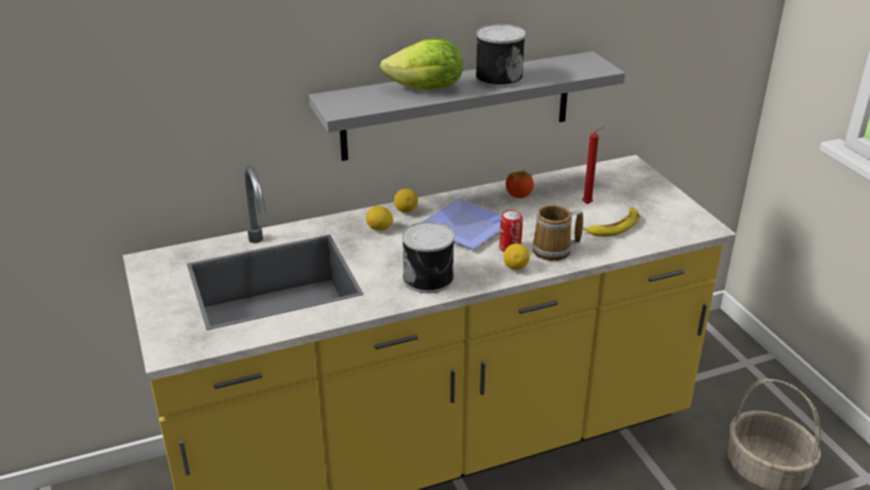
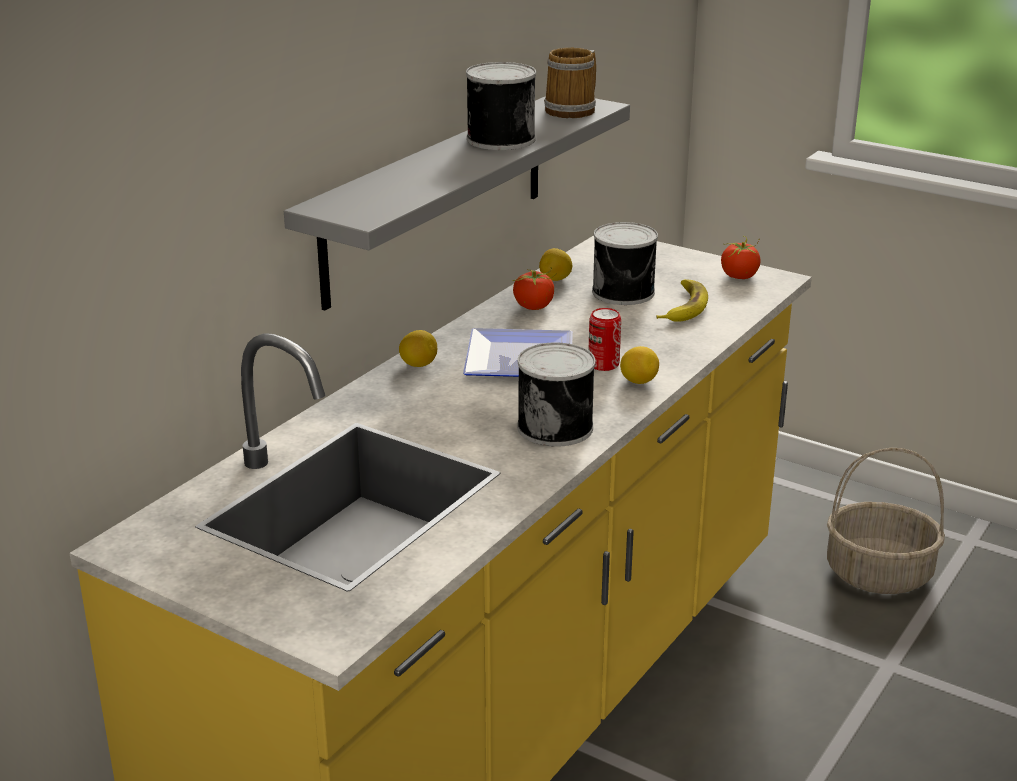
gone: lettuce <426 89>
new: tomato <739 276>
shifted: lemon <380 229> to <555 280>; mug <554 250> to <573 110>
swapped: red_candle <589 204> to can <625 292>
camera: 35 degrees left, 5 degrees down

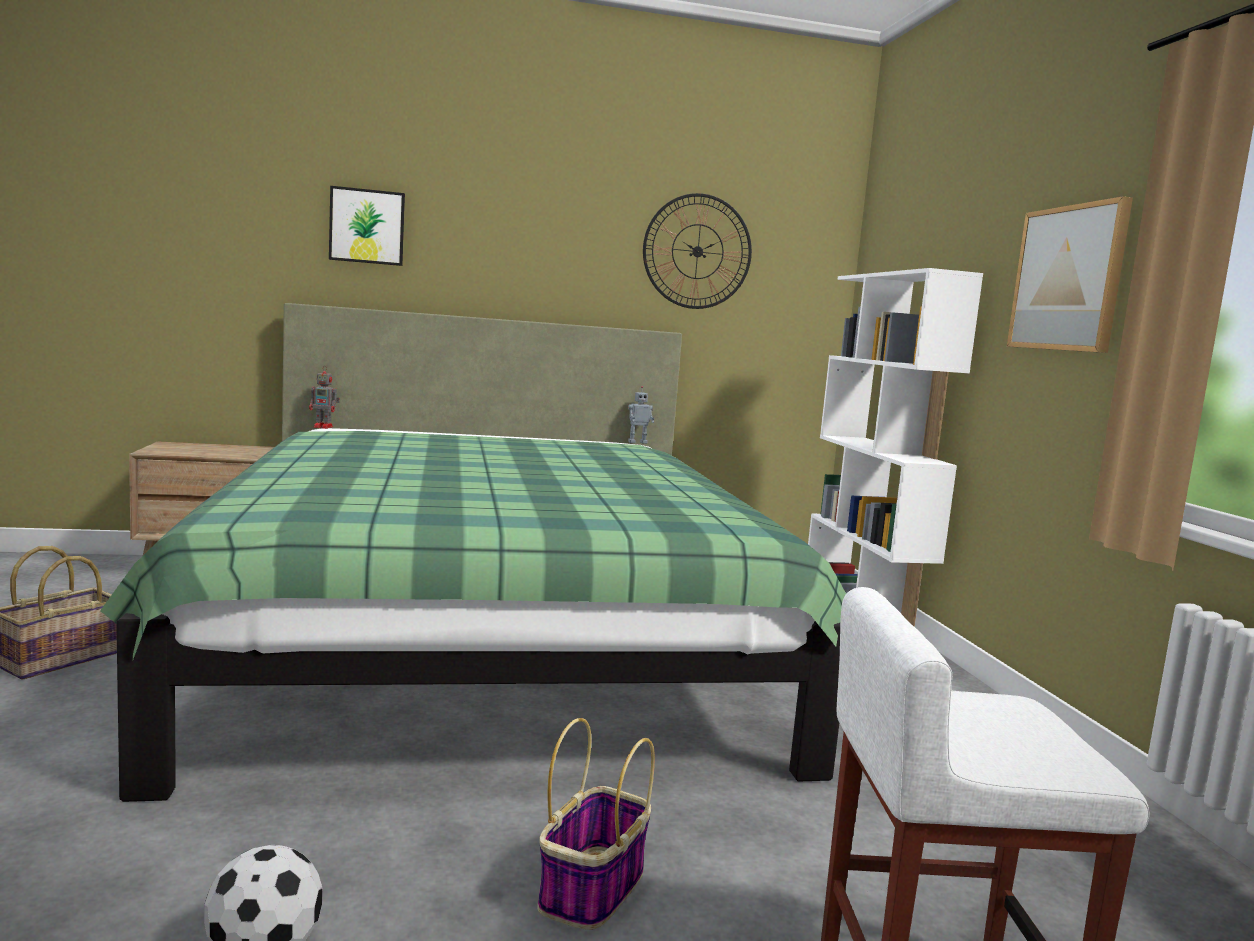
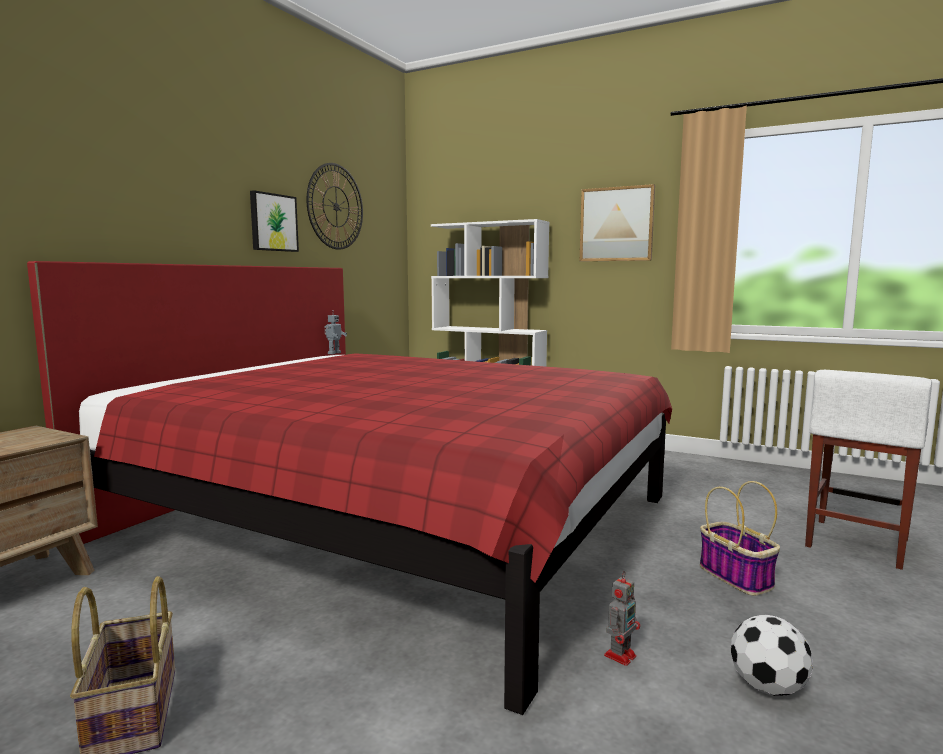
shifted: toy_robot <324 427> to <621 655>; picture <367 226> to <273 222>
repainted: green_bed <485 644> to red_bed <393 520>
camera: 50 degrees left, 0 degrees up

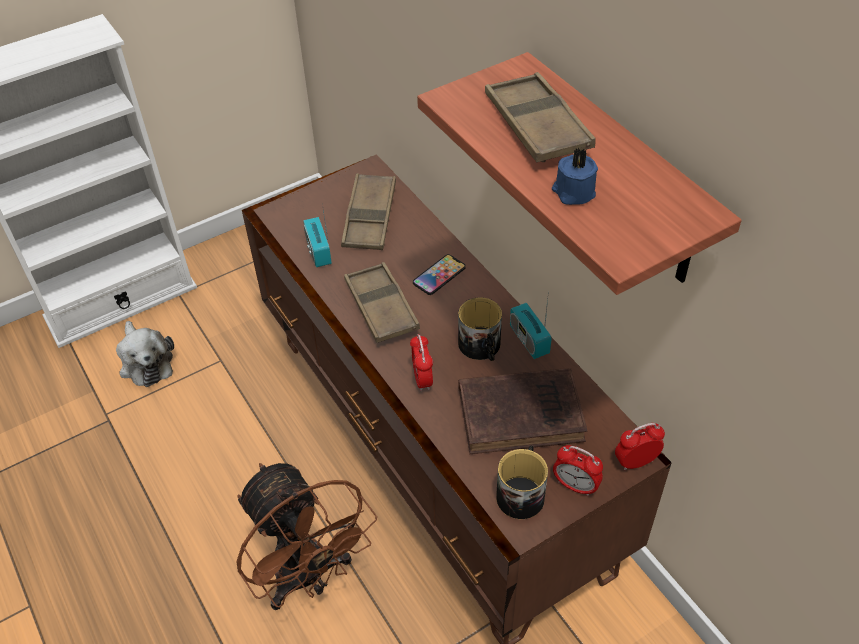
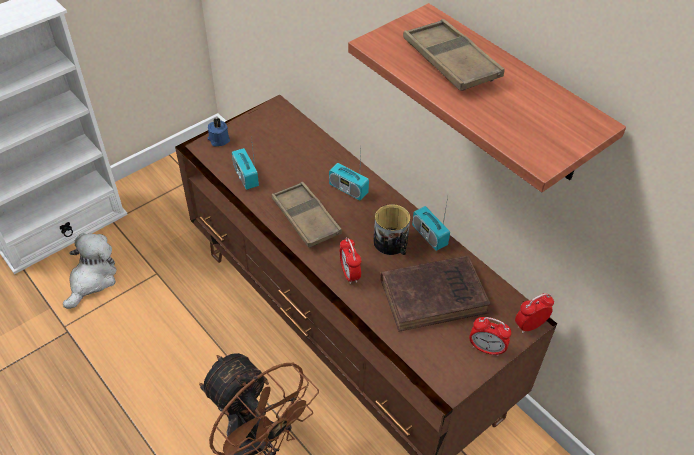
gone: brown_tray <369 217>; mug <522 492>
shifted: blue_candle <573 192> to <218 139>
swapped: phone <439 275> to radio <348 189>
rotated: plush_toy <145 362> = <92 279> 120 degrees counterclockwise
camera: 10 degrees left, 0 degrees up

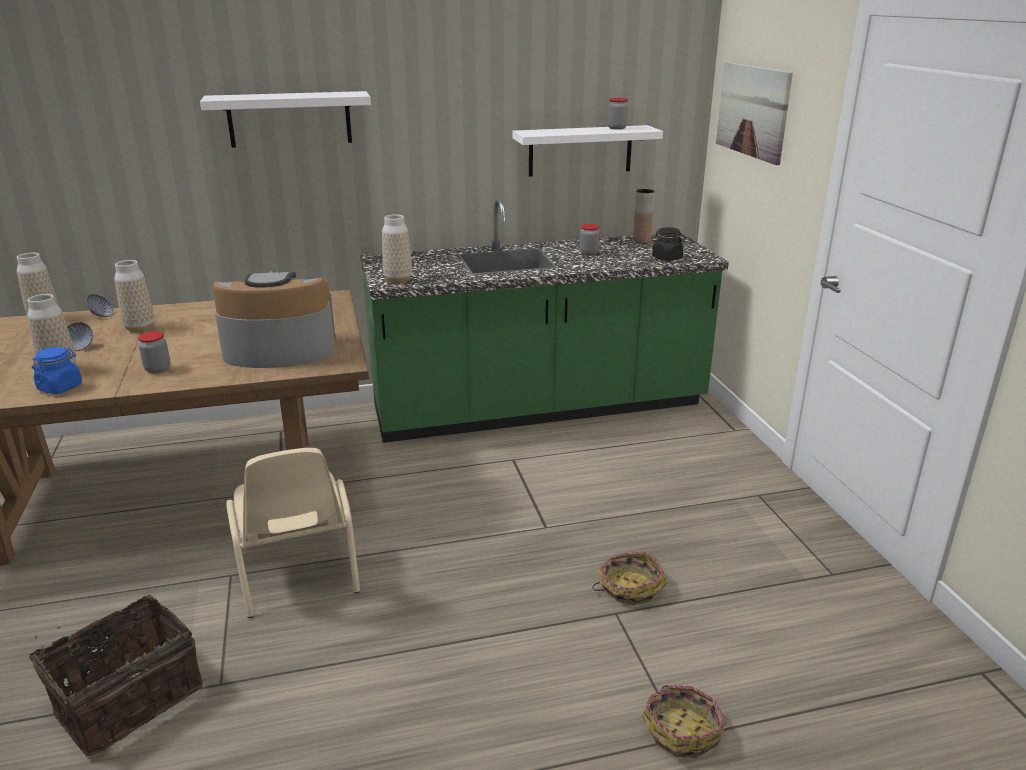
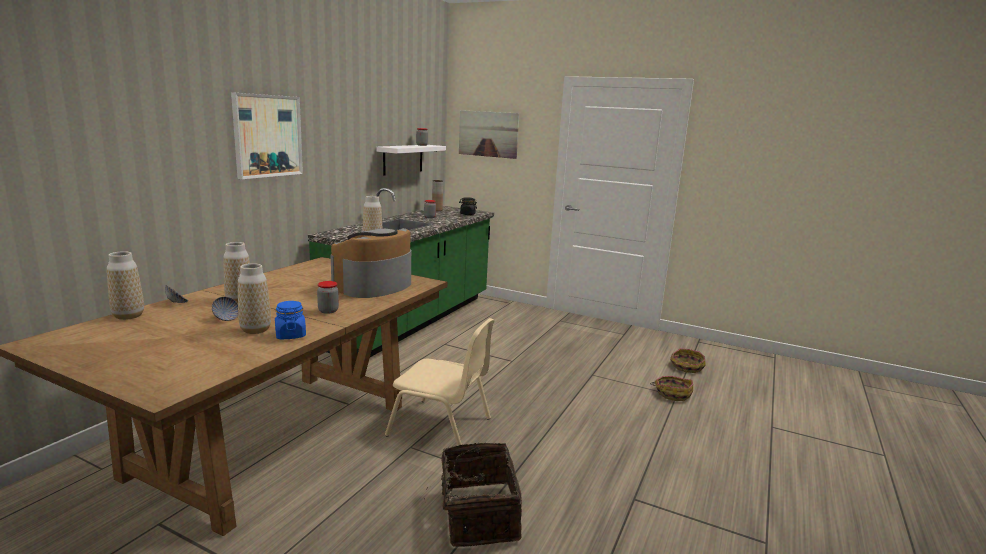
shifted: basket <629 587> to <686 367>
swapped: white_shelf <289 119> to picture <267 136>
camera: 50 degrees left, 10 degrees down

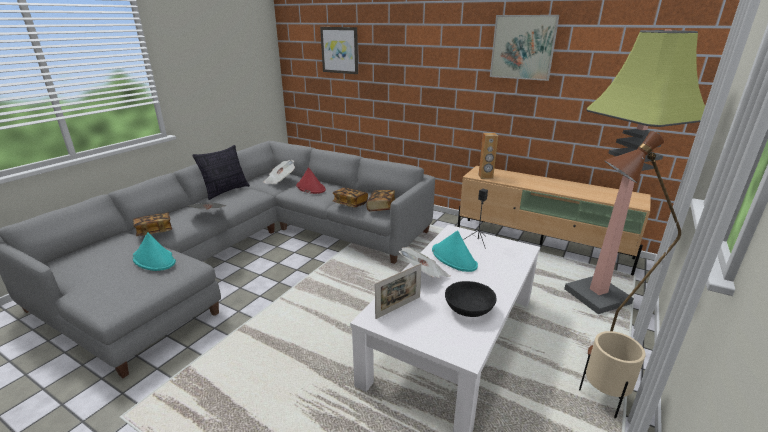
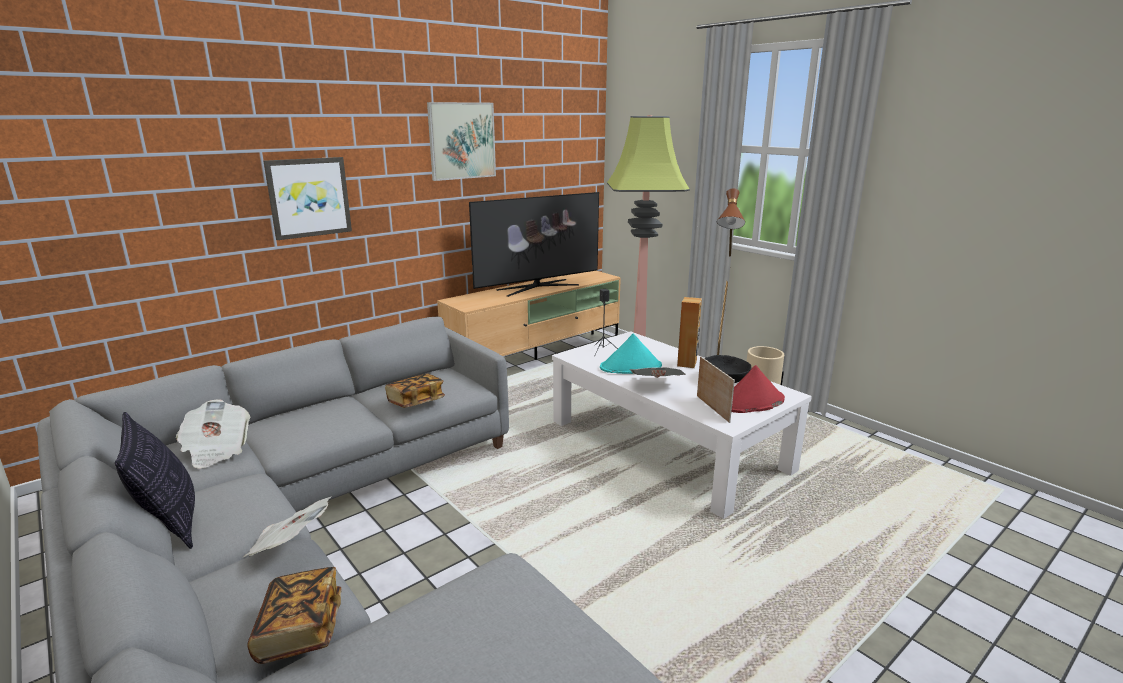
gone: turquoise_hat <154 259>; book <381 207>
new: television <537 287>
shifted: red_hat <310 188> to <751 402>; picture <340 50> to <309 197>; brown_speaker <485 177> to <687 364>
camera: 70 degrees left, 5 degrees down

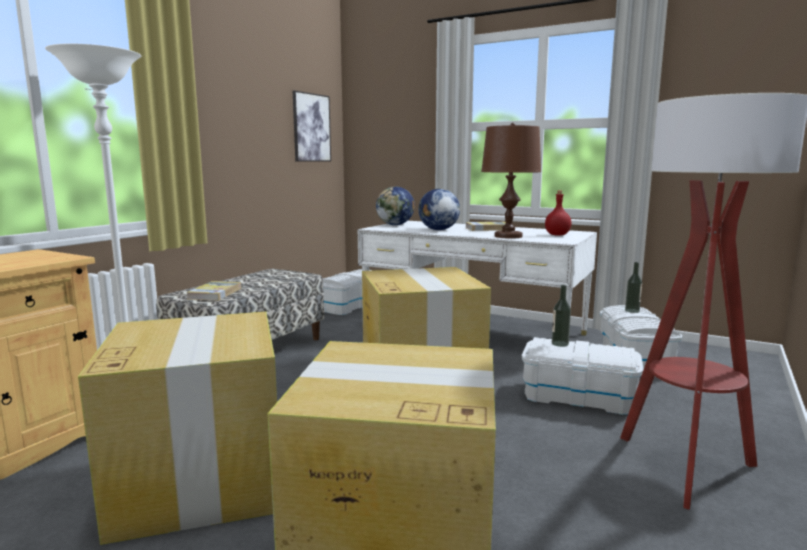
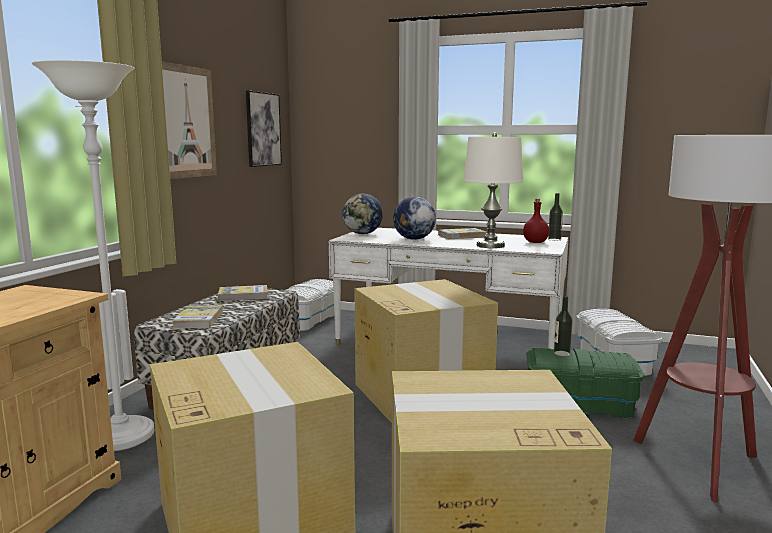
new: picture <186 122>; book <243 295>
shifted: bottle <632 311> to <554 239>
repainted: brown_table_lamp <508 236> to white_table_lamp <490 245>; white_storage_box <578 397> to green_storage_box <579 403>
camera: 10 degrees left, 0 degrees up

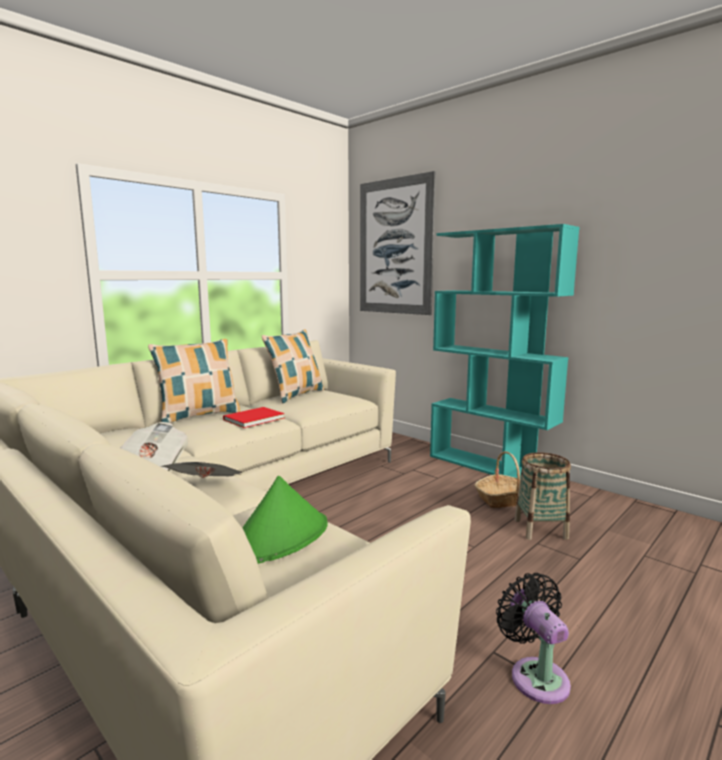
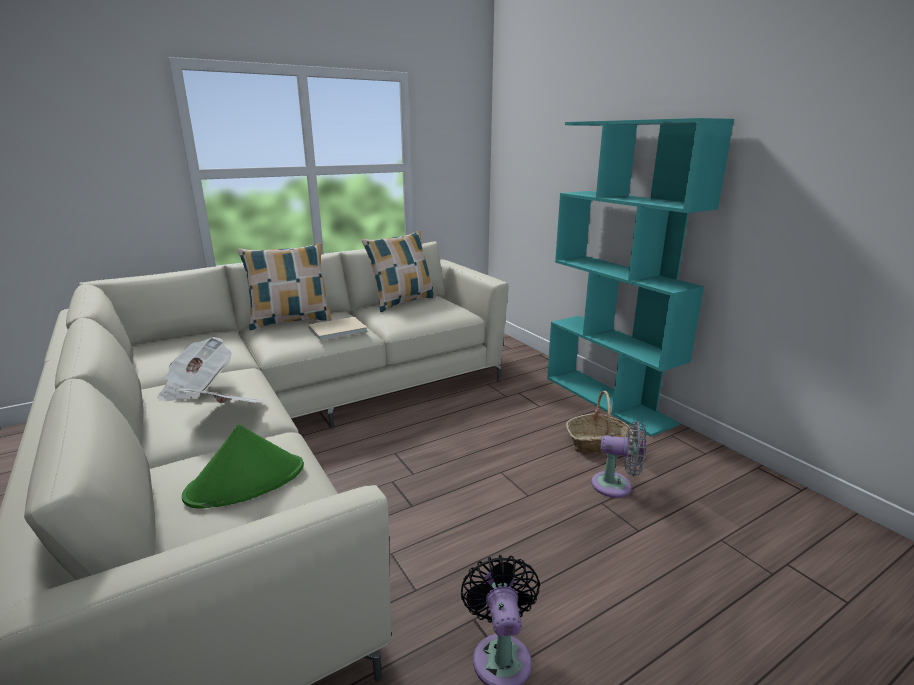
gone: picture <395 247>
swapped: basket <540 529> to grey_fan <616 486>
repainted: red_book <252 419> to beige_book <335 330>
camera: 15 degrees right, 10 degrees up

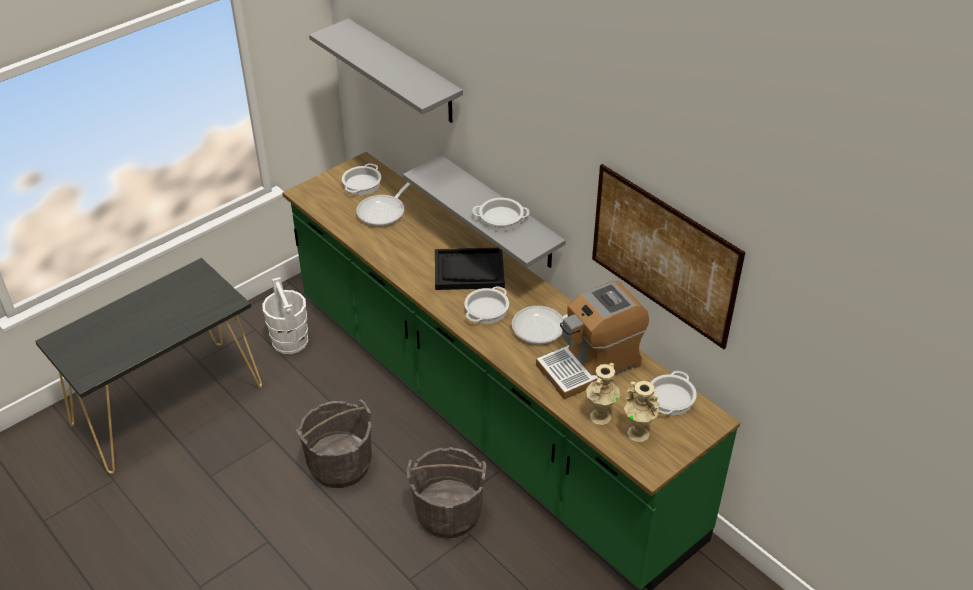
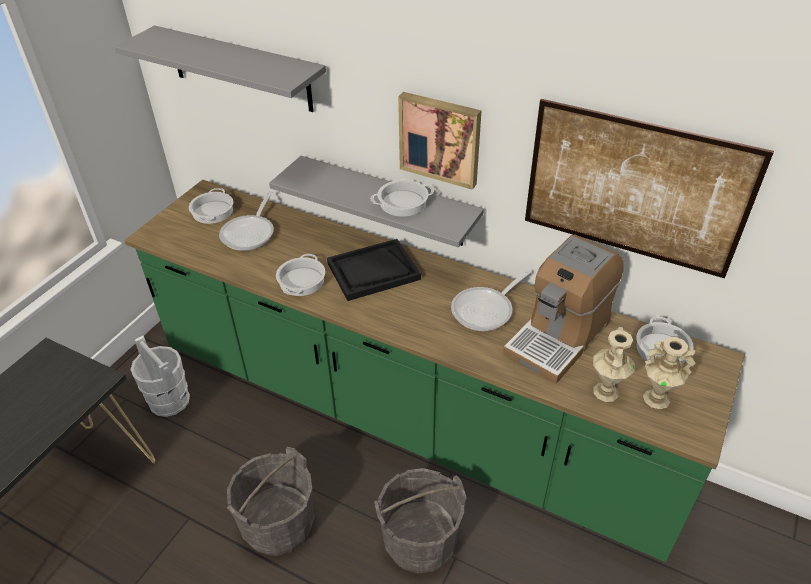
new: picture <440 138>
shifted: cooking_pot <486 309> to <301 280>
camera: 20 degrees left, 0 degrees up

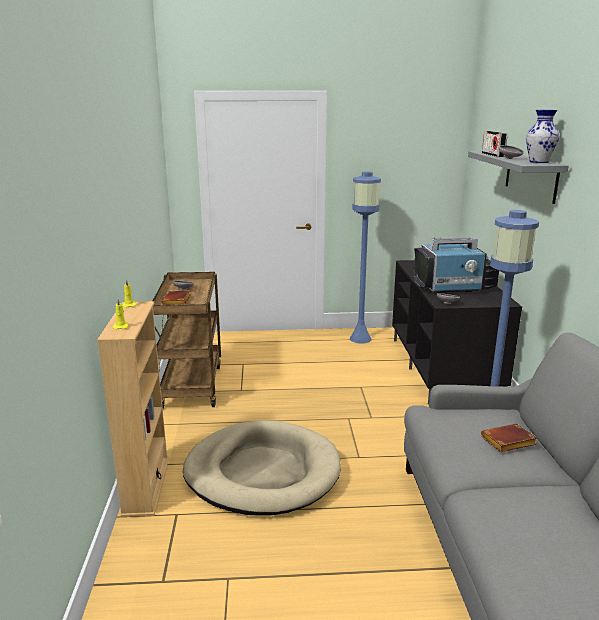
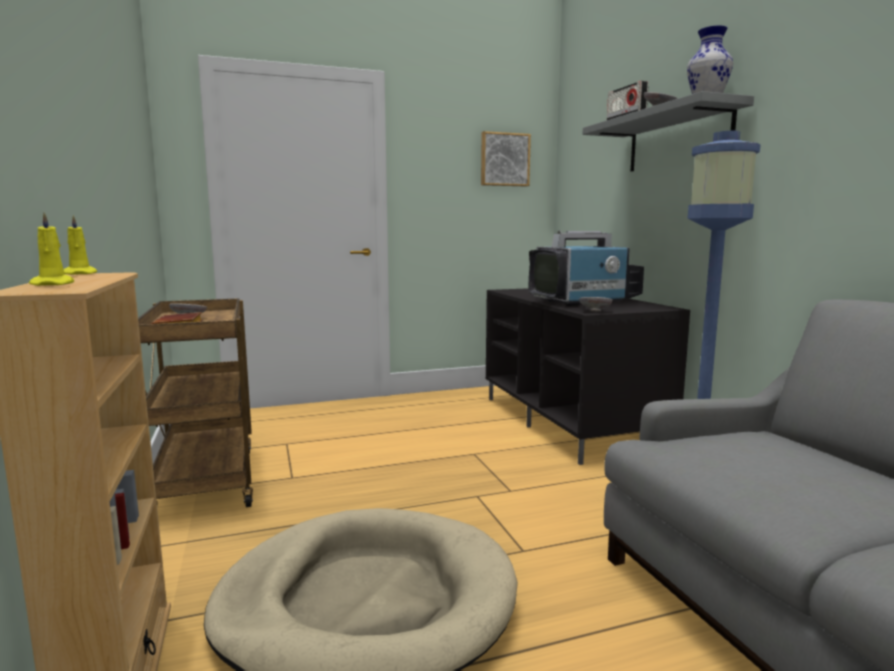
gone: blue_floor_lamp <360 339>; brown_book <507 442>
new: picture <504 159>
camera: 15 degrees left, 10 degrees down

